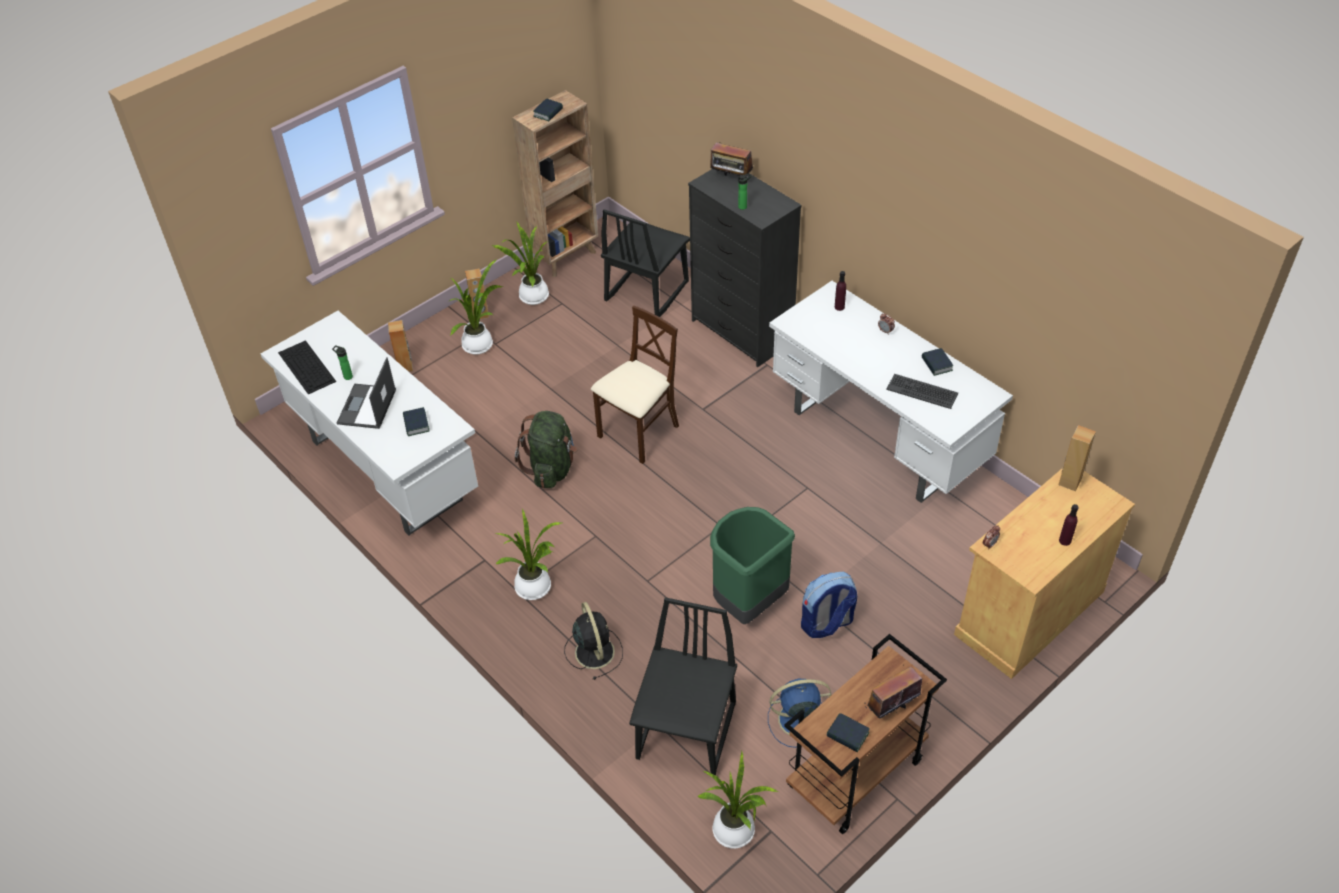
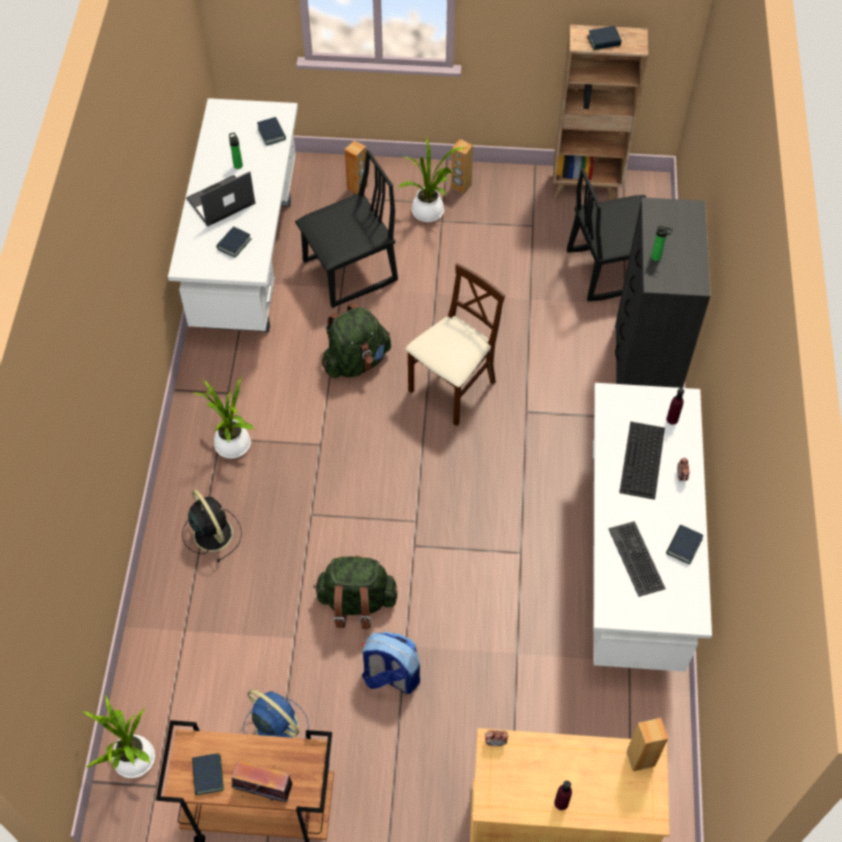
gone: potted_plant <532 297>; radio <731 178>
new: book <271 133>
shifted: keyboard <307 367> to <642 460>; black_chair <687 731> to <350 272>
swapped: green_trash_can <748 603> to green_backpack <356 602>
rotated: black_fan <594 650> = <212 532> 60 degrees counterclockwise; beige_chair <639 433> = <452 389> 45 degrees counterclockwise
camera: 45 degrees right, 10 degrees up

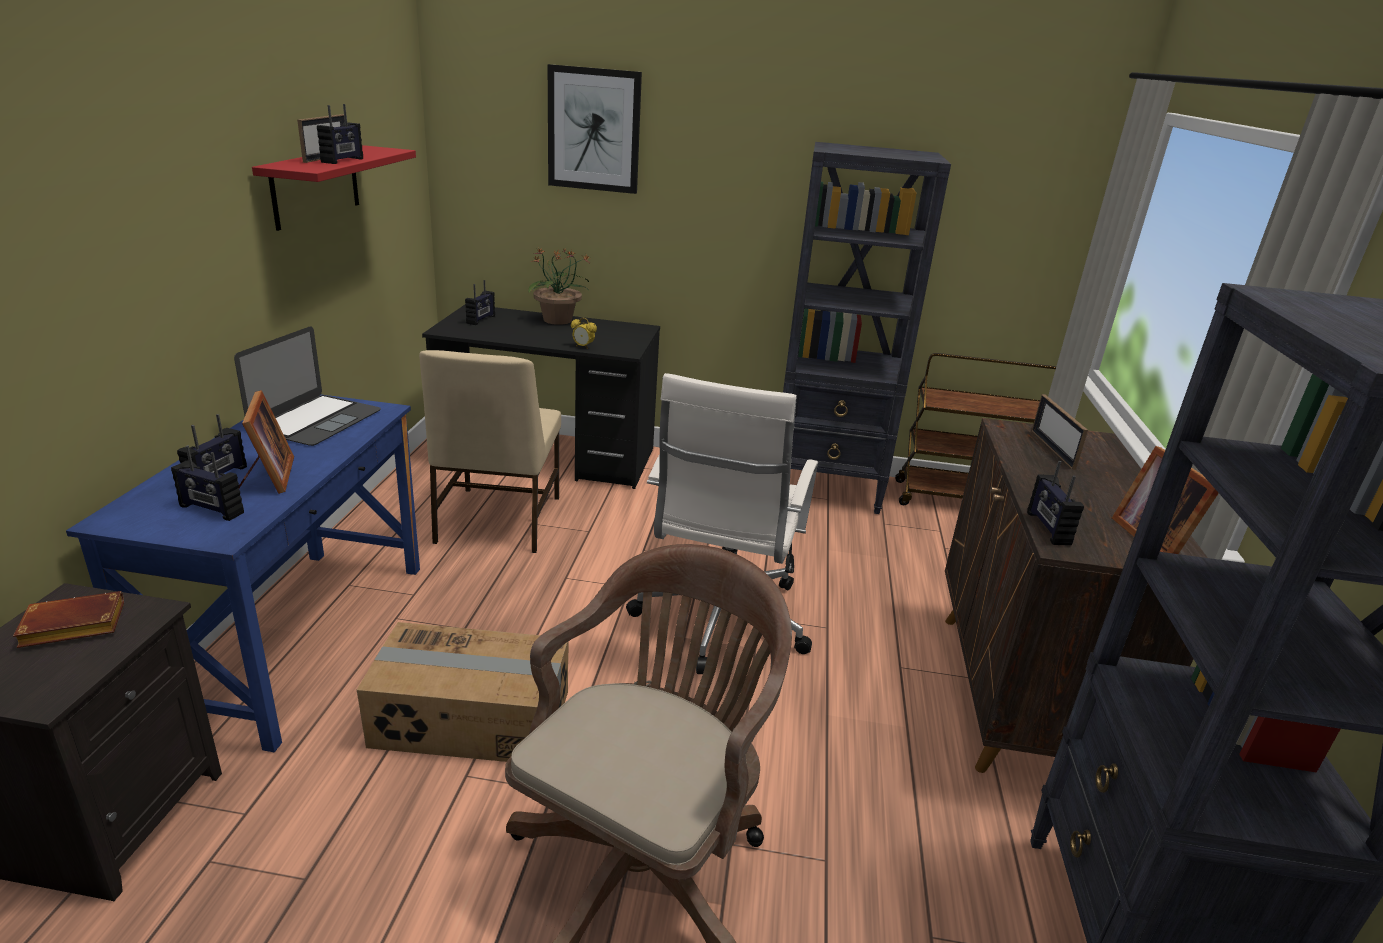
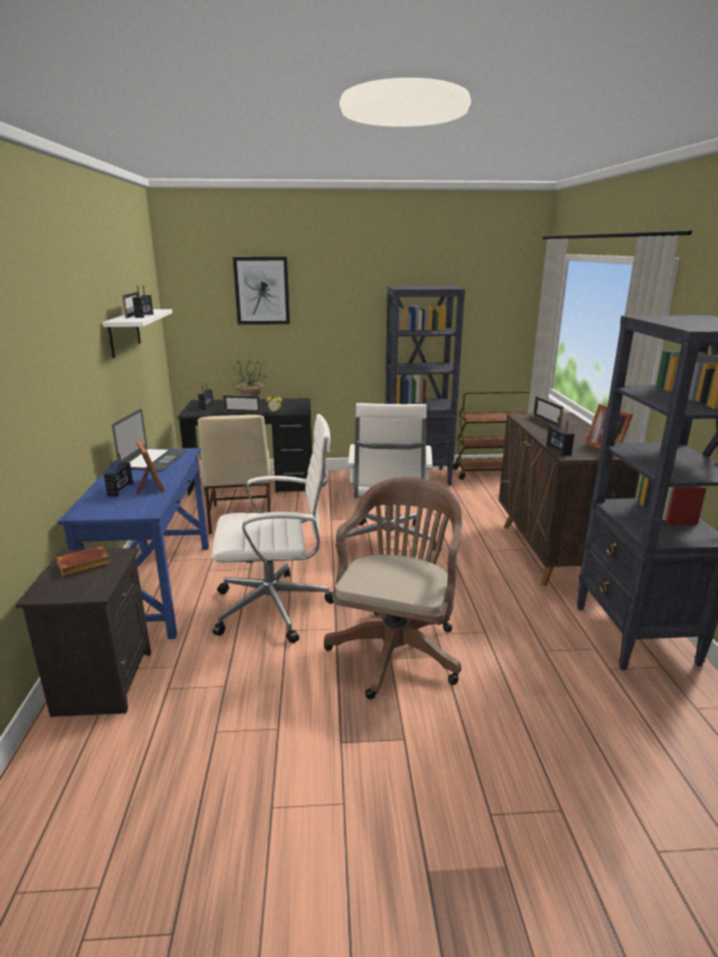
gone: radio <211 510>
new: picture_frame <242 412>
swapped: cardboard_box <471 720> to white_office_chair <276 607>
repainted: red_shelf <316 186> to white_shelf <124 332>
camera: 10 degrees left, 5 degrees down

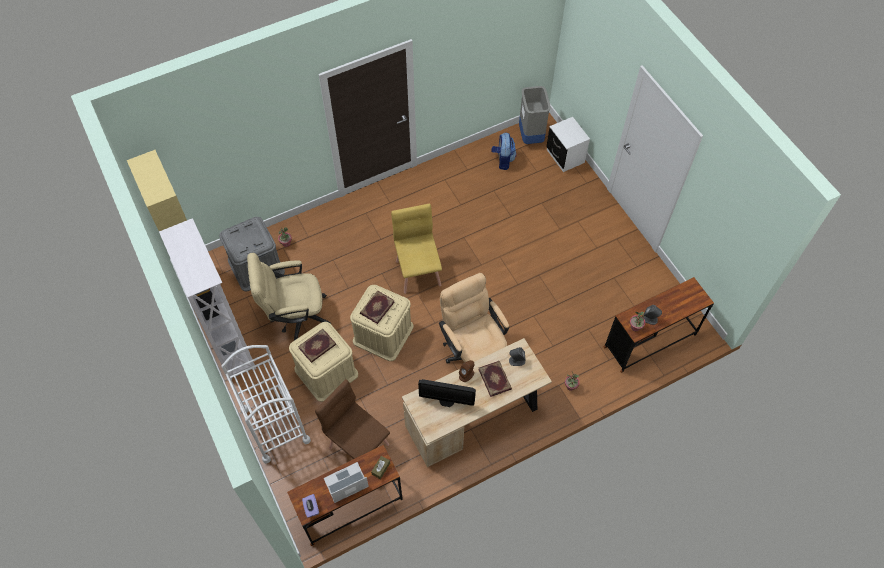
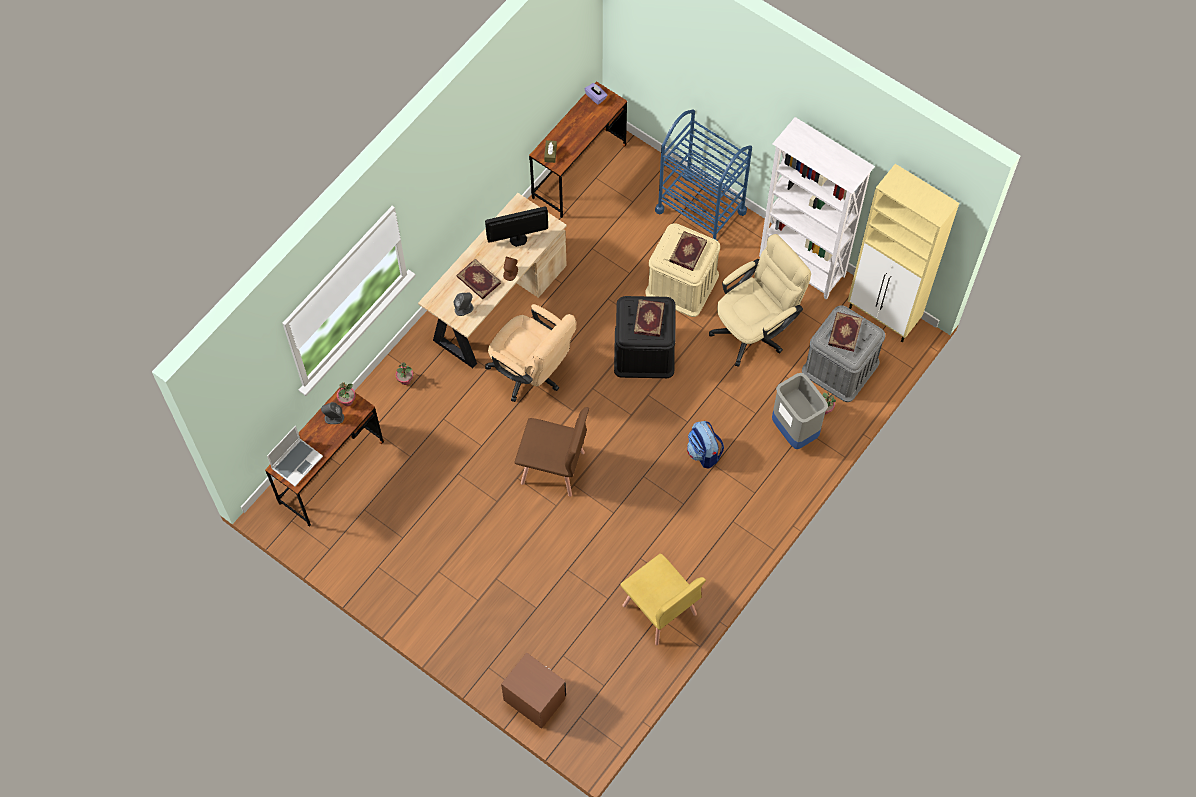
new: book <844 332>
shifted: brown_chair <359 445> to <553 468>; laptop <346 484> to <297 462>; yellow_chair <418 272> to <659 610>; backpack <503 160> to <704 452>; grey_trash_can <531 136> to <794 431>
repainted: white_cart <275 425> to blue_cart <700 211>; beige_storage_box <383 334> to black_storage_box <644 351>; white_nightstand <565 156> to brown_nightstand <534 699>
camera: 155 degrees right, 5 degrees up

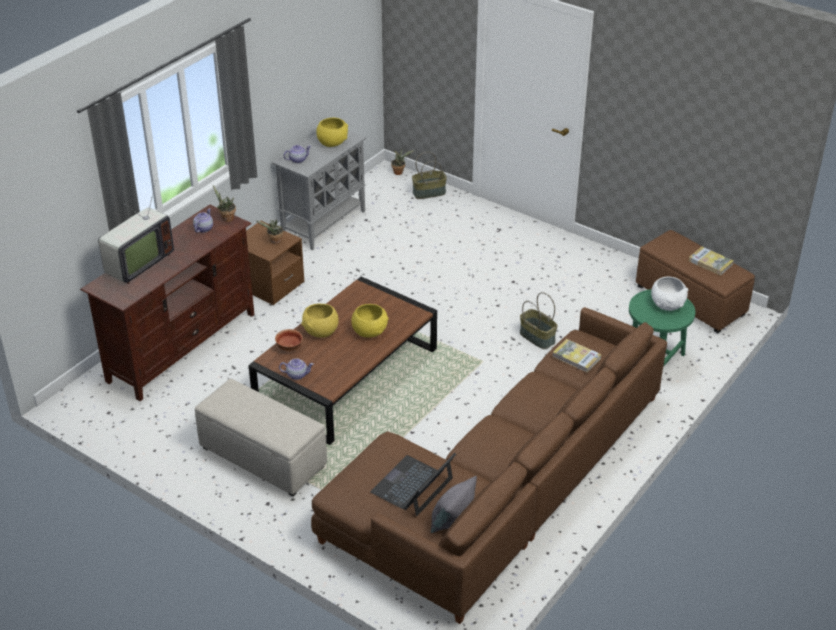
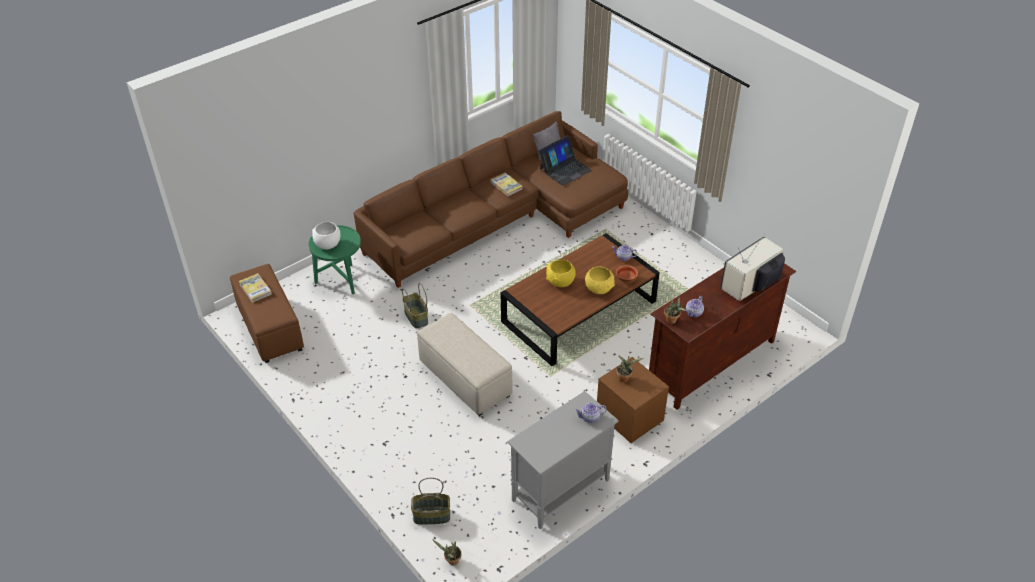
gone: yellow_bowl <332 142>
shifted: beige_ottoman <262 457> to <465 379>; book <576 357> to <506 185>
camera: 165 degrees left, 5 degrees up

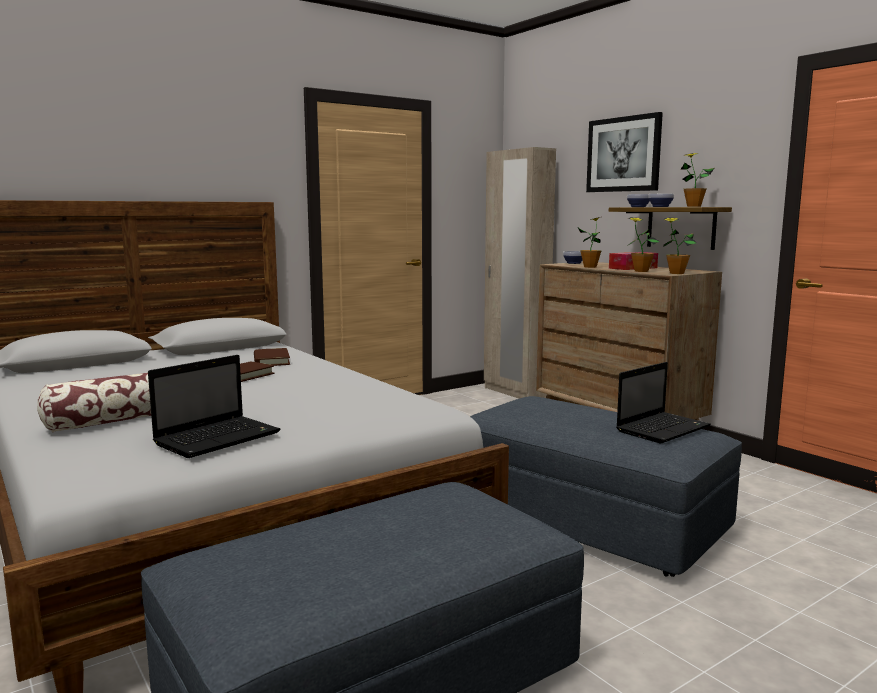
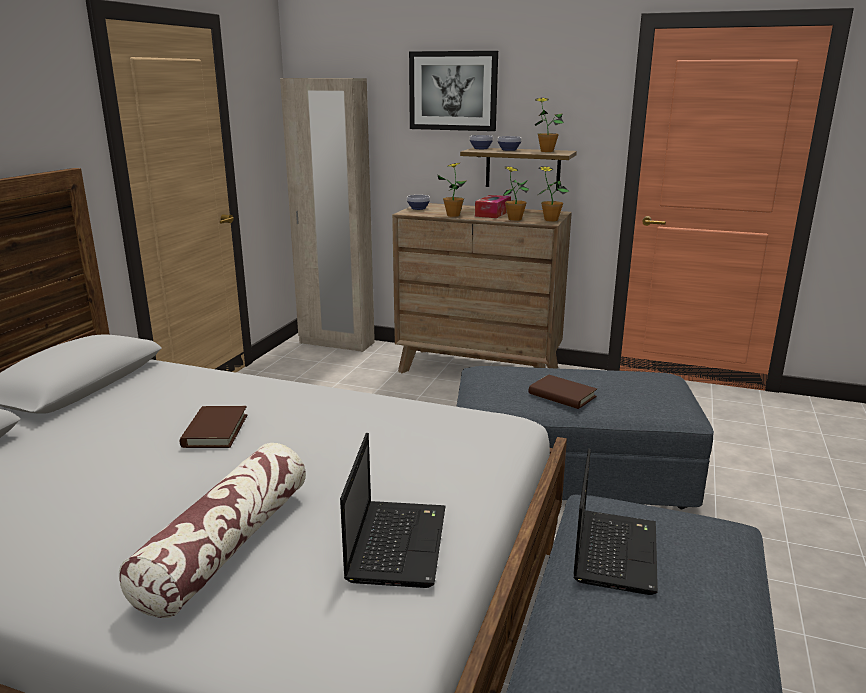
shifted: brown_book <271 360> to <562 395>; laptop <663 428> to <614 550>
camera: 35 degrees left, 10 degrees up

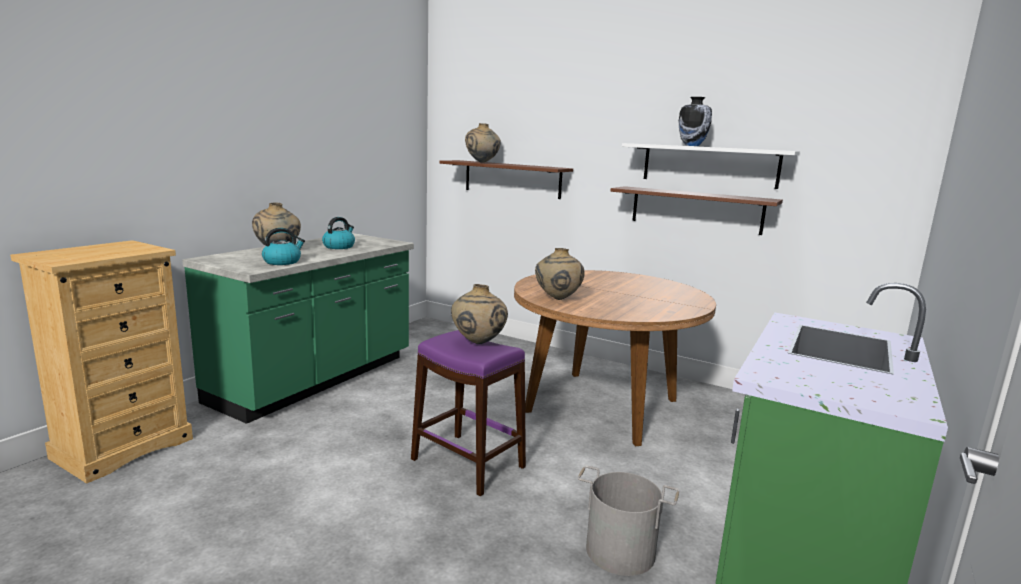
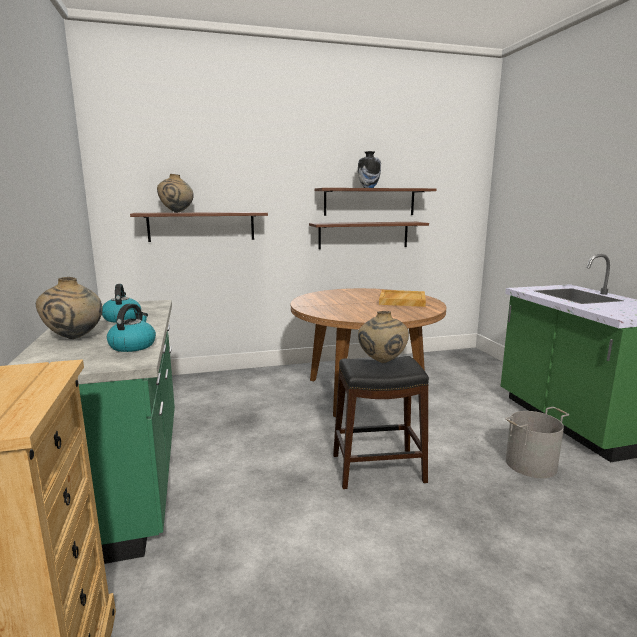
gone: beige_vase <557 299>
new: beige_tray <401 300>
repainted: purple_stool <468 463> to black_stool <377 468>; white_shelf <709 165> to brown_shelf <369 202>
camera: 45 degrees left, 0 degrees up

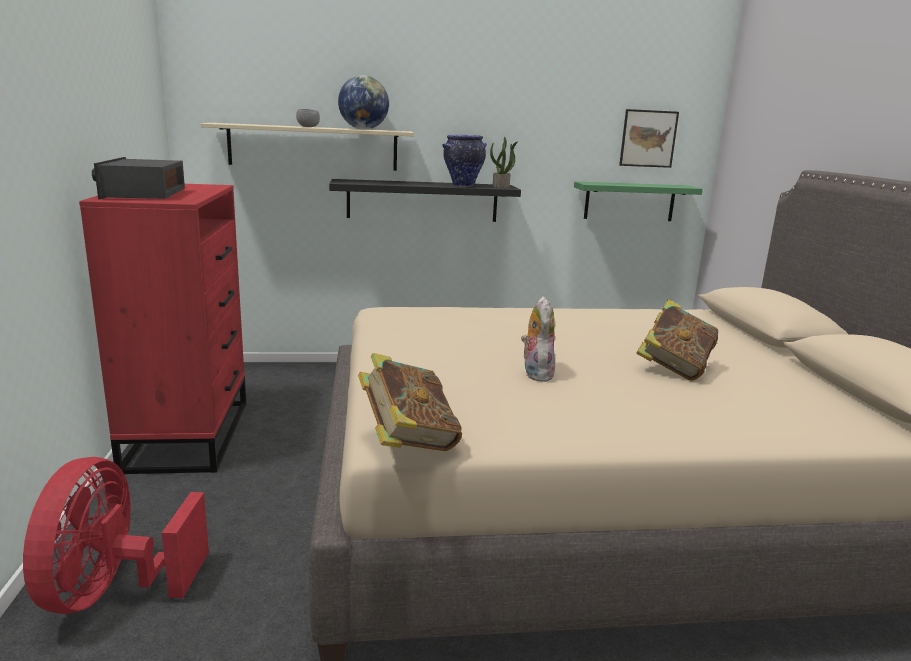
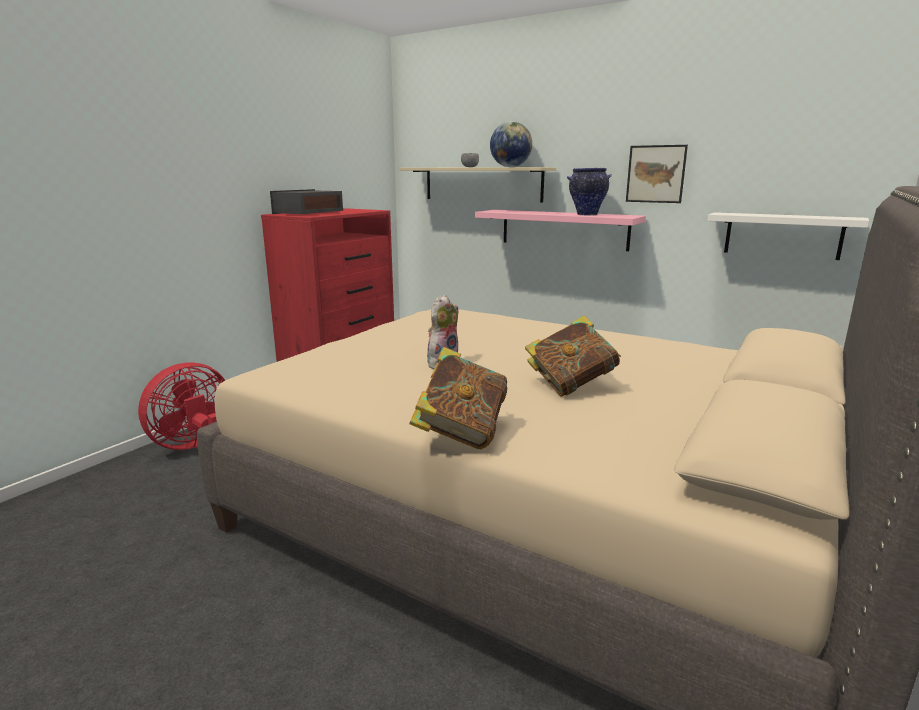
gone: potted_plant <501 187>
shifted: book <408 441> to <460 433>; picture <648 138> to <655 174>
repainted: black_shelf <422 200> to pink_shelf <563 229>; green_shelf <629 201> to white_shelf <782 235>
camera: 40 degrees right, 0 degrees up

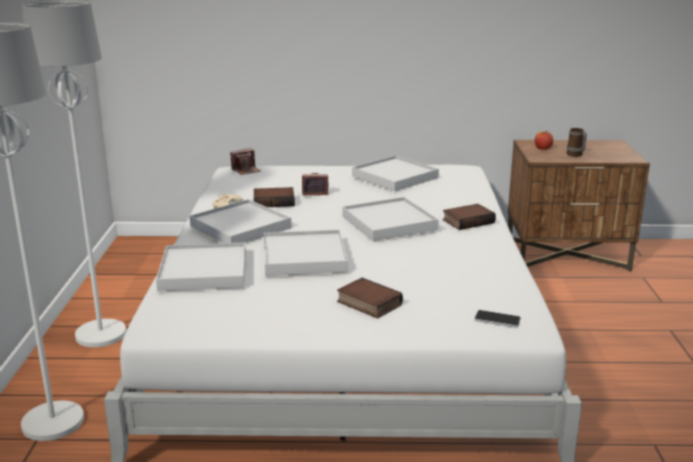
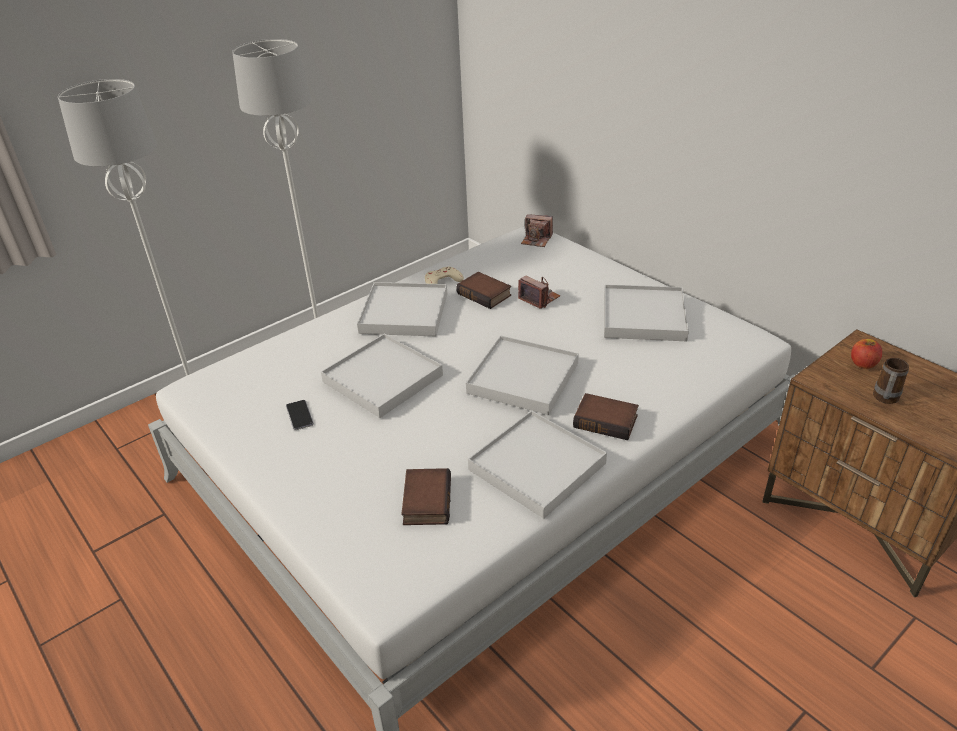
shifted: white_tray <204 271> to <537 467>; book <367 303> to <425 500>; phone <497 319> to <299 415>
camera: 50 degrees right, 15 degrees up

